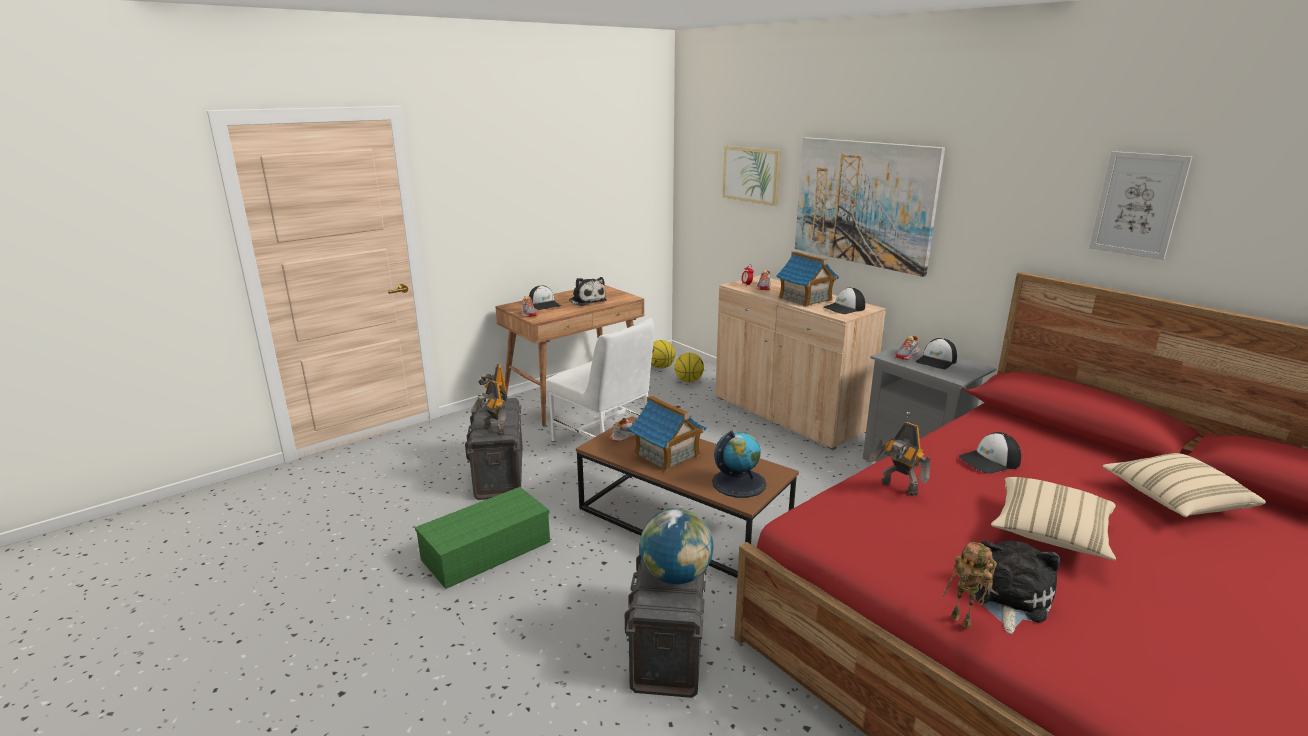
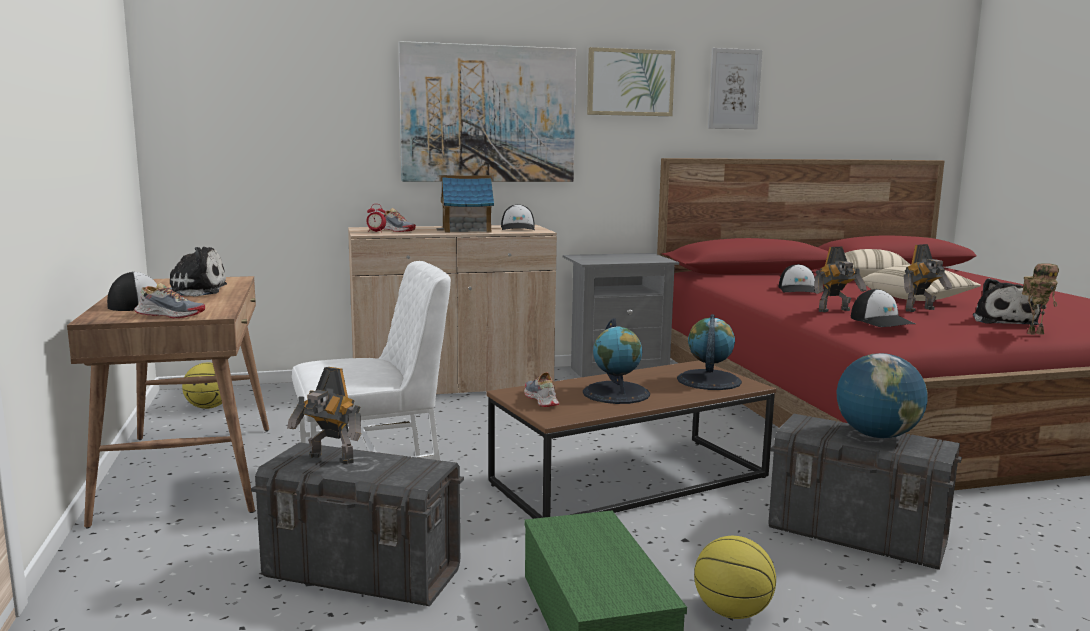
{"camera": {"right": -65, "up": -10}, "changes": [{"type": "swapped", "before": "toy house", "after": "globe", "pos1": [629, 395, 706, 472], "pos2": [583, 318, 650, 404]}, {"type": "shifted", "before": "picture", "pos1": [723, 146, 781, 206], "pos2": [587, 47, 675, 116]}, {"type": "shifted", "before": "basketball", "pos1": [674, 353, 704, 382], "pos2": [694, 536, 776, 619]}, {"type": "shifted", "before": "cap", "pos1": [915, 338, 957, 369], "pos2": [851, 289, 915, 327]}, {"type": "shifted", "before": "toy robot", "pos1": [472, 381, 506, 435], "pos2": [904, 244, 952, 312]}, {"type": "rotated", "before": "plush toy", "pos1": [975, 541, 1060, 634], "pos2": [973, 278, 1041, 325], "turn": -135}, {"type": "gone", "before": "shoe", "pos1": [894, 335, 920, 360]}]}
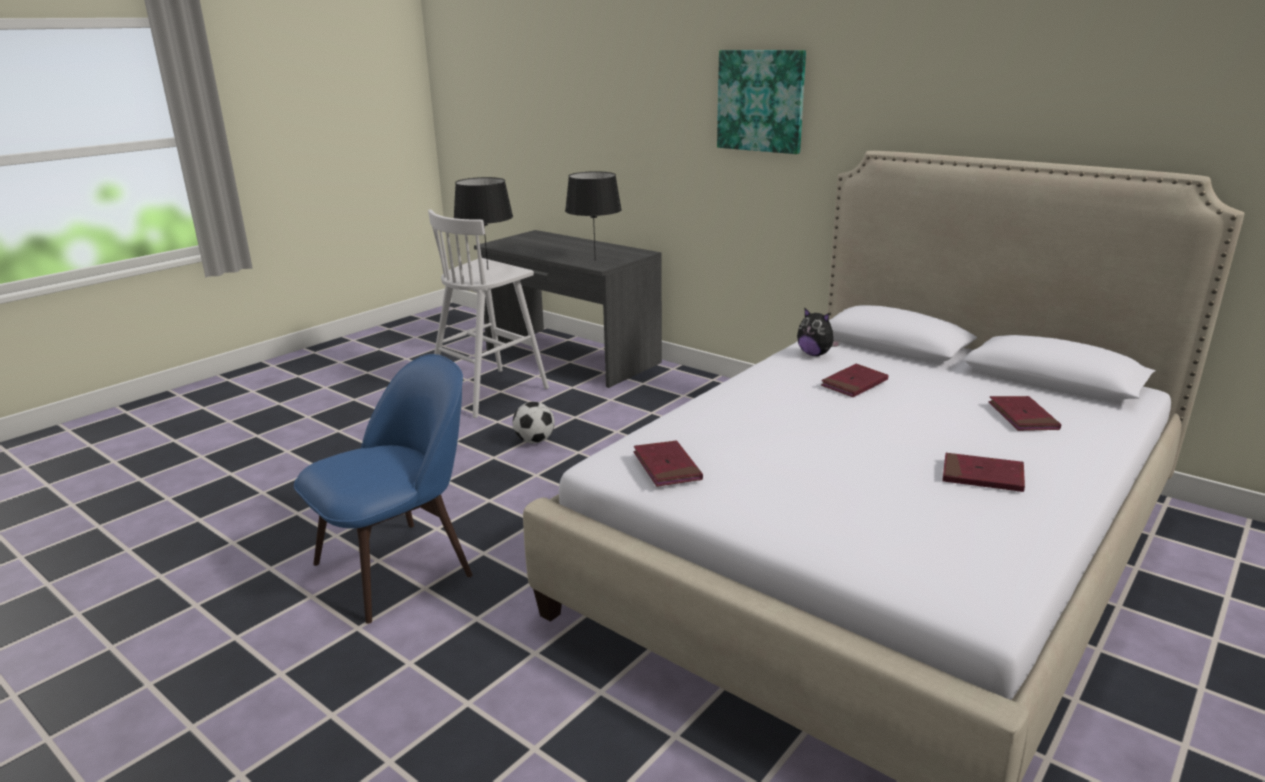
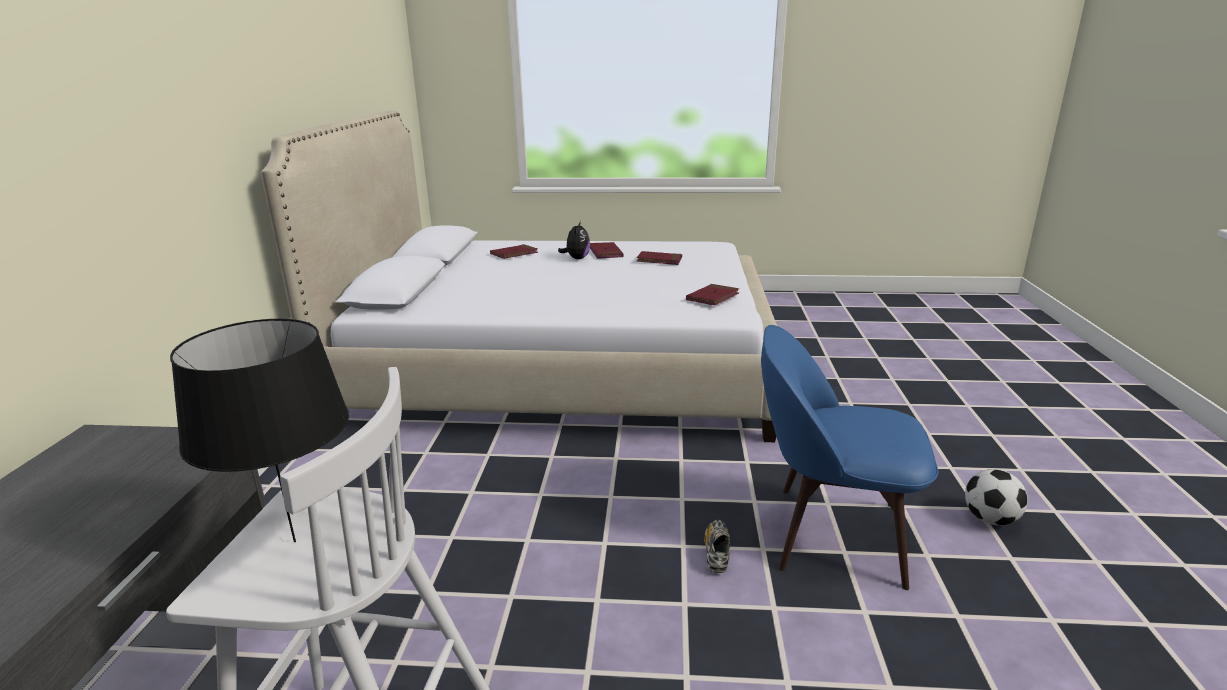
{"camera": {"right": -125, "up": 0}, "changes": [{"type": "shifted", "before": "plush toy", "pos1": [797, 308, 840, 356], "pos2": [558, 221, 590, 259]}, {"type": "shifted", "before": "book (red)", "pos1": [821, 364, 888, 397], "pos2": [637, 251, 682, 265]}, {"type": "new", "after": "shoe", "pos2": [704, 520, 730, 573]}, {"type": "shifted", "before": "football", "pos1": [513, 402, 555, 443], "pos2": [965, 469, 1028, 525]}, {"type": "gone", "before": "table lamp (black)", "pos1": [565, 171, 622, 261]}, {"type": "gone", "before": "picture", "pos1": [717, 50, 806, 154]}]}
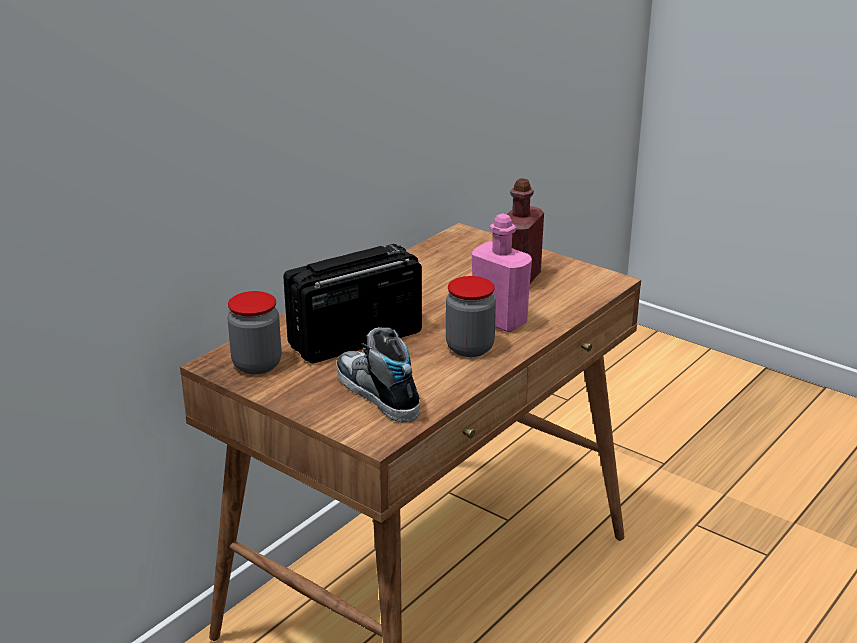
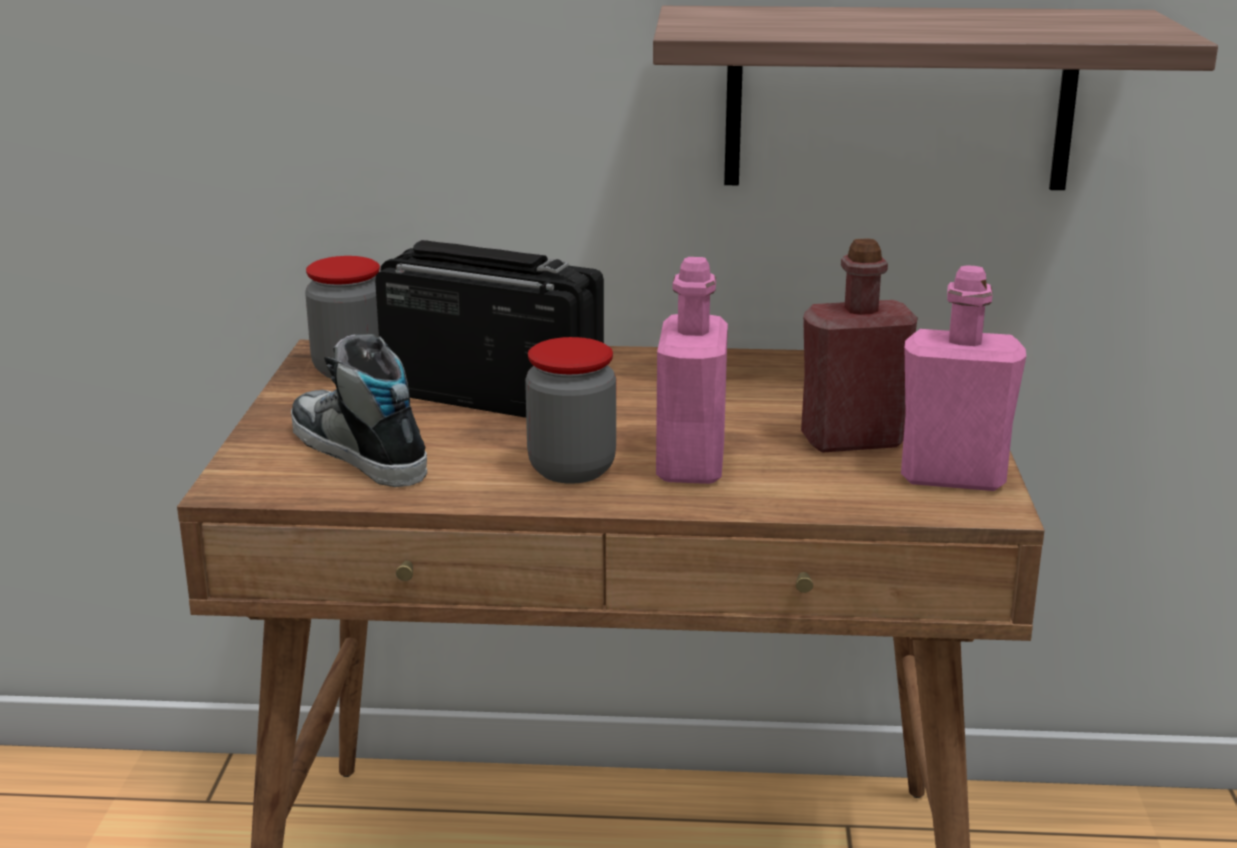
{"camera": {"right": 55, "up": -5}, "changes": [{"type": "rotated", "before": "shoe", "pos1": [336, 327, 420, 422], "pos2": [291, 334, 427, 487], "turn": -60}, {"type": "new", "after": "shelf", "pos2": [653, 6, 1218, 190]}, {"type": "new", "after": "bottle (pink)", "pos2": [901, 265, 1026, 491]}]}
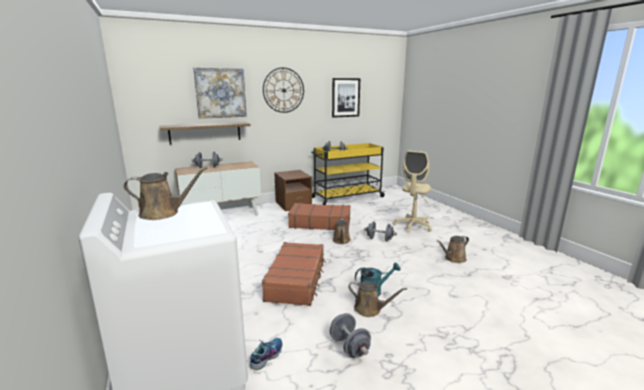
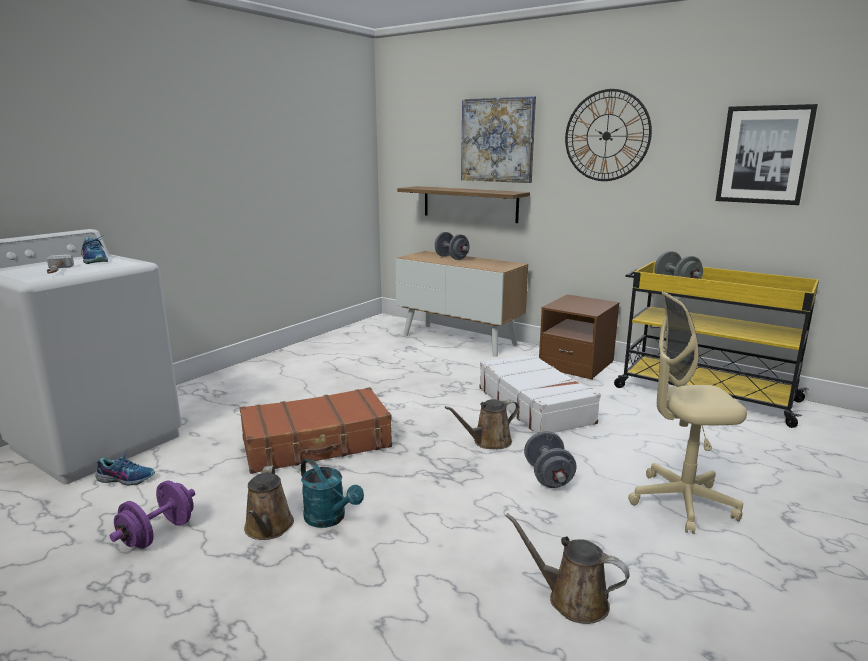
{"camera": {"right": 60, "up": 0}, "changes": [{"type": "new", "after": "hammer", "pos2": [47, 254, 74, 274]}, {"type": "swapped", "before": "watering can (brown)", "after": "shoe", "pos1": [124, 167, 207, 220], "pos2": [81, 236, 108, 264]}, {"type": "repainted", "before": "dumbbell (grey)", "after": "dumbbell (purple)", "pos1": [330, 313, 371, 358], "pos2": [110, 481, 195, 549]}, {"type": "repainted", "before": "suitcase (brown)", "after": "suitcase (white)", "pos1": [288, 203, 350, 230], "pos2": [480, 353, 601, 433]}]}
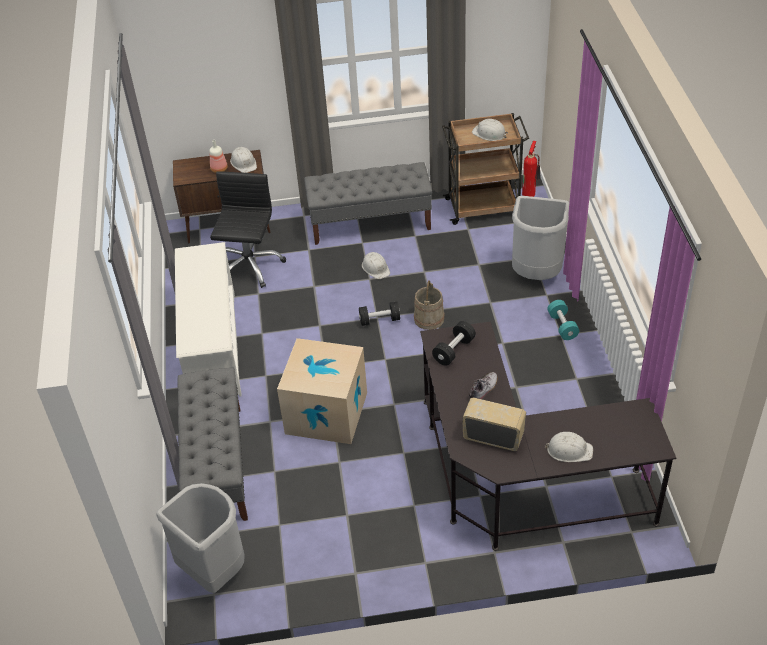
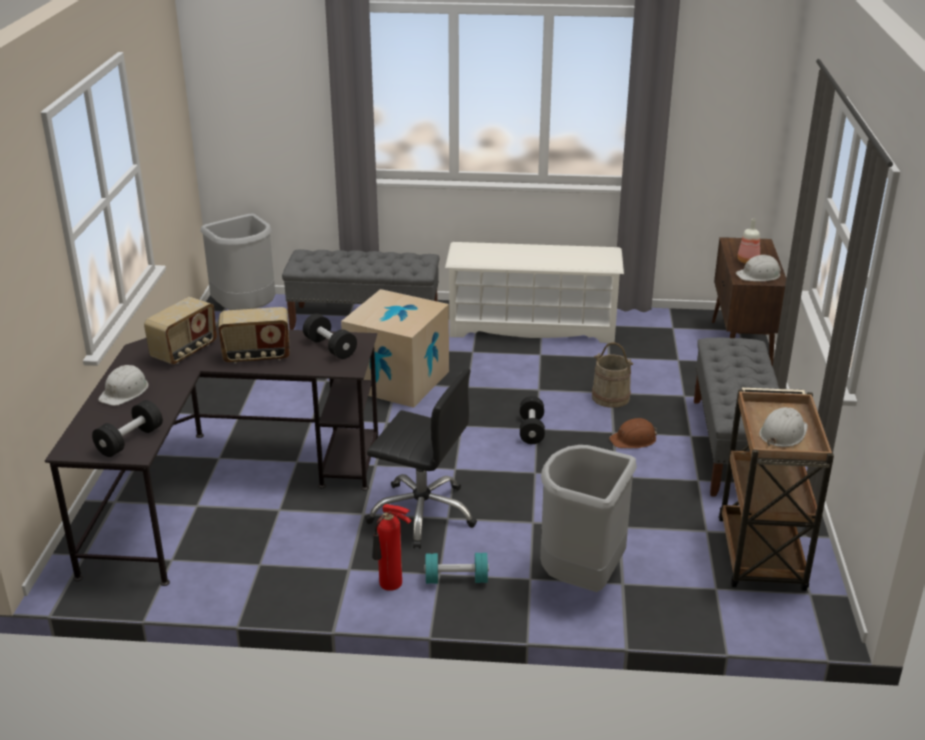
{"camera": {"right": 100, "up": -15}, "changes": [{"type": "new", "after": "dumbbell (black)", "pos2": [92, 400, 163, 457]}, {"type": "swapped", "before": "shoe", "after": "radio", "pos1": [469, 372, 498, 399], "pos2": [218, 307, 290, 364]}, {"type": "shifted", "before": "office chair (black)", "pos1": [210, 171, 286, 288], "pos2": [365, 368, 477, 549]}, {"type": "shifted", "before": "fire extinguisher", "pos1": [522, 141, 541, 197], "pos2": [372, 504, 412, 591]}, {"type": "shifted", "before": "bucket (beige)", "pos1": [414, 280, 445, 330], "pos2": [592, 342, 634, 408]}, {"type": "repainted", "before": "hard hat (white)", "after": "hard hat (brown)", "pos1": [362, 252, 390, 279], "pos2": [609, 418, 657, 448]}]}
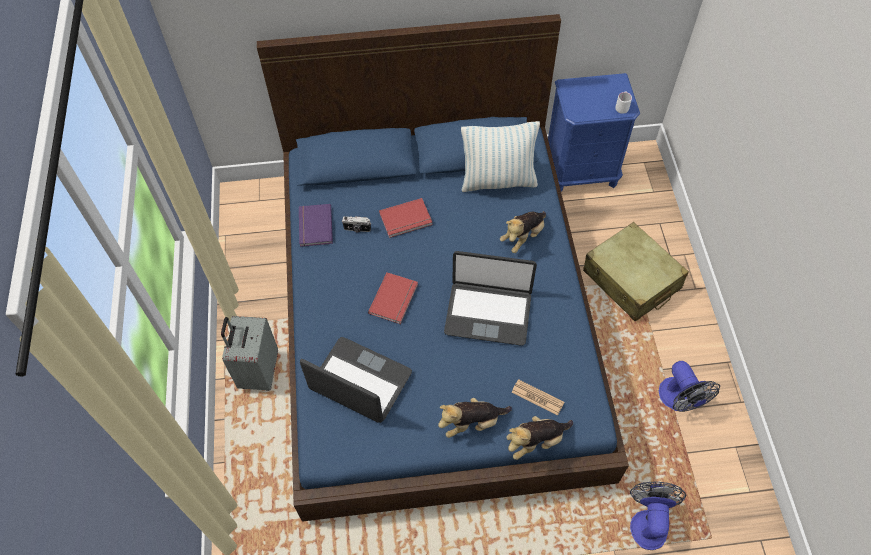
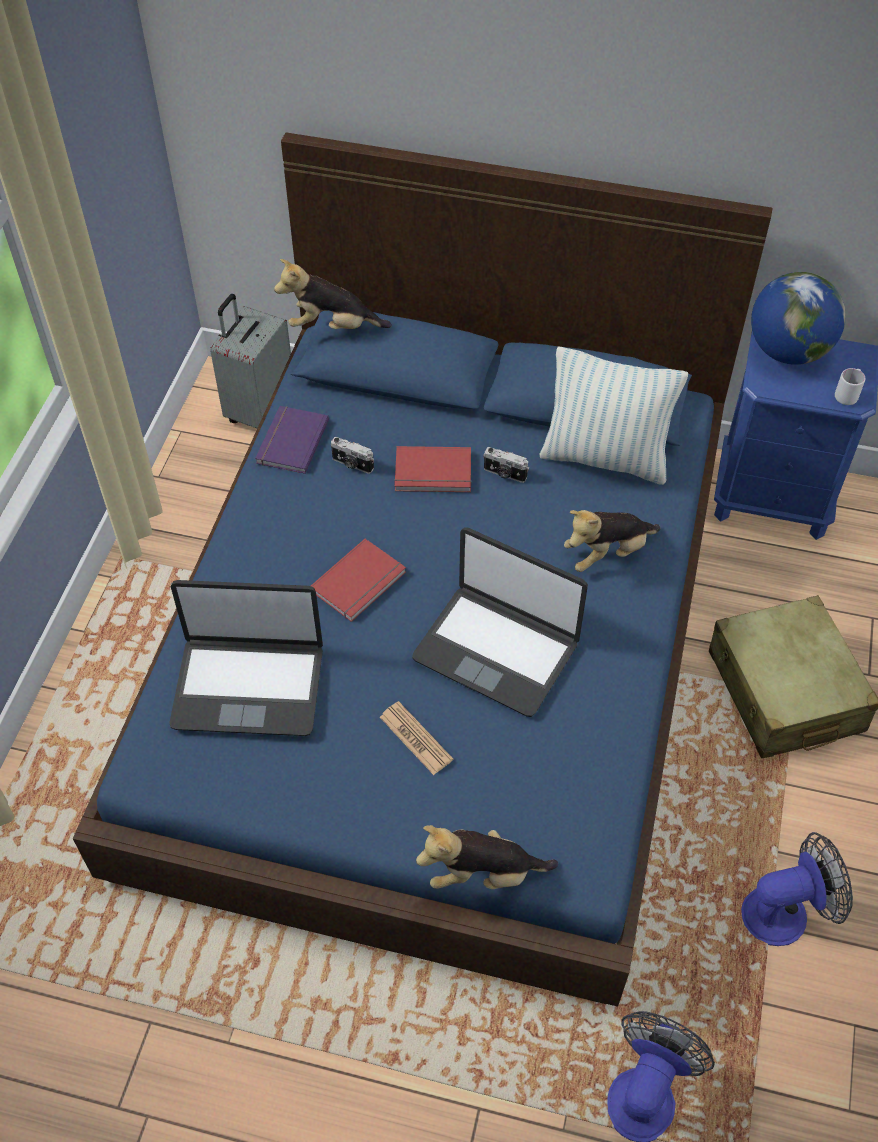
{"camera": {"right": 20, "up": -5}, "changes": [{"type": "rotated", "before": "laptop", "pos1": [300, 337, 412, 423], "pos2": [169, 580, 323, 736], "turn": 135}, {"type": "shifted", "before": "suitcase (grey)", "pos1": [221, 316, 278, 391], "pos2": [210, 294, 291, 428]}, {"type": "shifted", "before": "plush toy", "pos1": [438, 398, 512, 438], "pos2": [274, 259, 392, 329]}, {"type": "shifted", "before": "newspaper", "pos1": [512, 379, 564, 415], "pos2": [380, 701, 453, 775]}, {"type": "new", "after": "photo camera", "pos2": [483, 447, 529, 483]}, {"type": "rotated", "before": "fan", "pos1": [659, 361, 720, 412], "pos2": [741, 832, 853, 946], "turn": -105}, {"type": "new", "after": "globe", "pos2": [751, 272, 846, 365]}]}
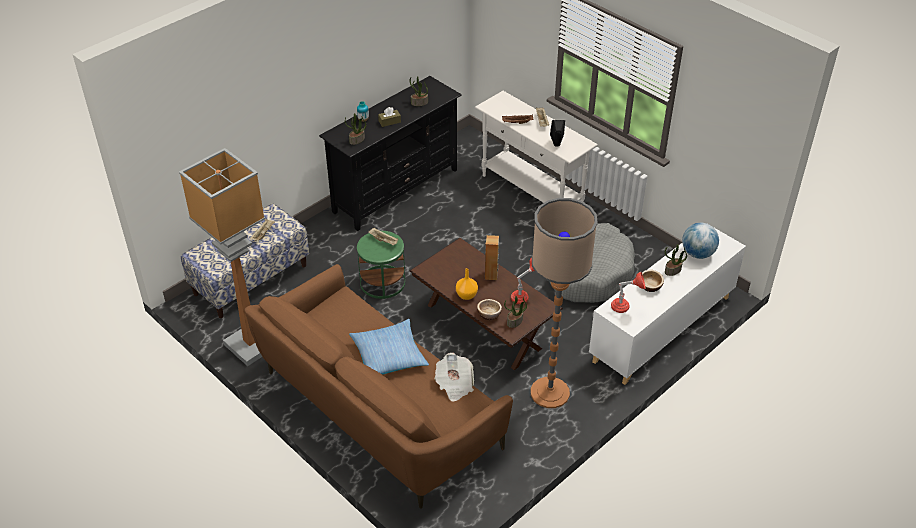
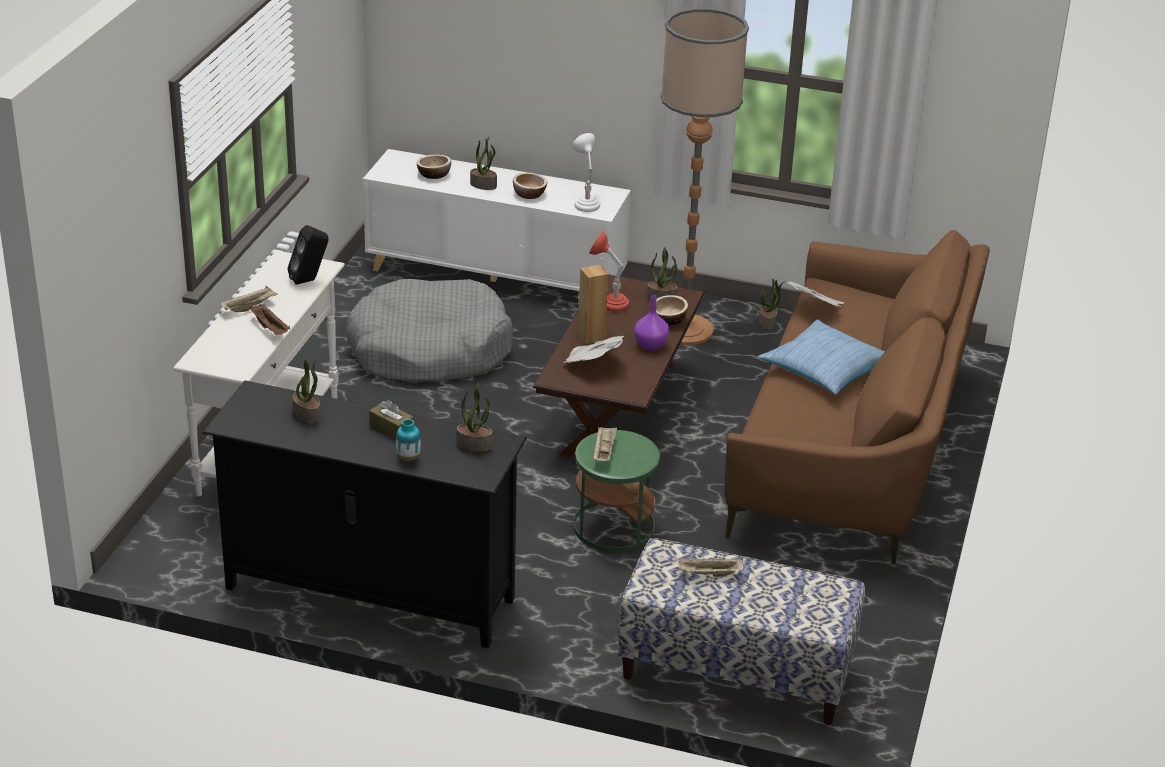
{"camera": {"right": -120, "up": -10}, "changes": [{"type": "swapped", "before": "globe", "after": "bowl", "pos1": [682, 223, 719, 259], "pos2": [417, 154, 451, 179]}, {"type": "new", "after": "newspaper", "pos2": [563, 336, 624, 363]}, {"type": "repainted", "before": "table lamp (red)", "after": "table lamp (white)", "pos1": [611, 271, 645, 313], "pos2": [572, 133, 600, 212]}, {"type": "repainted", "before": "vase (orange)", "after": "vase (purple)", "pos1": [456, 268, 478, 300], "pos2": [634, 295, 670, 351]}, {"type": "new", "after": "potted plant", "pos2": [759, 278, 785, 330]}, {"type": "gone", "before": "floor lamp", "pos1": [179, 148, 265, 366]}]}
